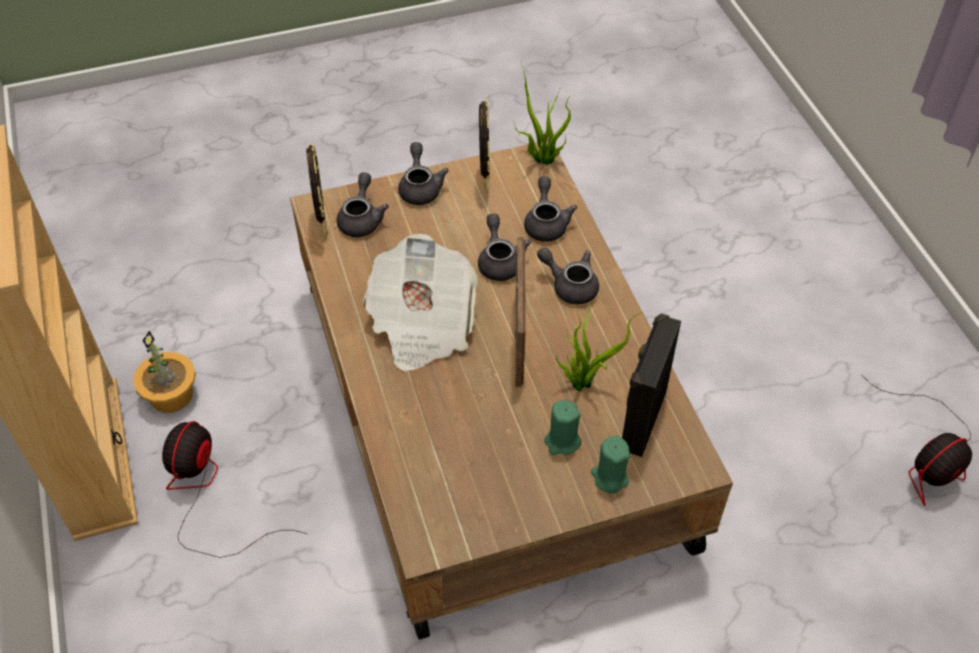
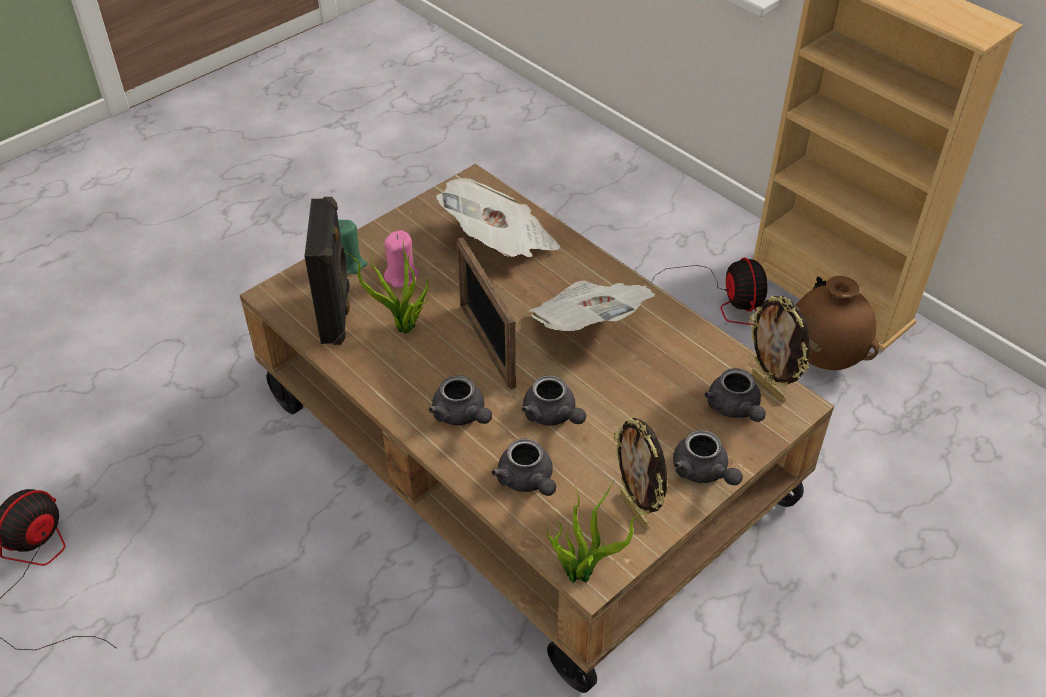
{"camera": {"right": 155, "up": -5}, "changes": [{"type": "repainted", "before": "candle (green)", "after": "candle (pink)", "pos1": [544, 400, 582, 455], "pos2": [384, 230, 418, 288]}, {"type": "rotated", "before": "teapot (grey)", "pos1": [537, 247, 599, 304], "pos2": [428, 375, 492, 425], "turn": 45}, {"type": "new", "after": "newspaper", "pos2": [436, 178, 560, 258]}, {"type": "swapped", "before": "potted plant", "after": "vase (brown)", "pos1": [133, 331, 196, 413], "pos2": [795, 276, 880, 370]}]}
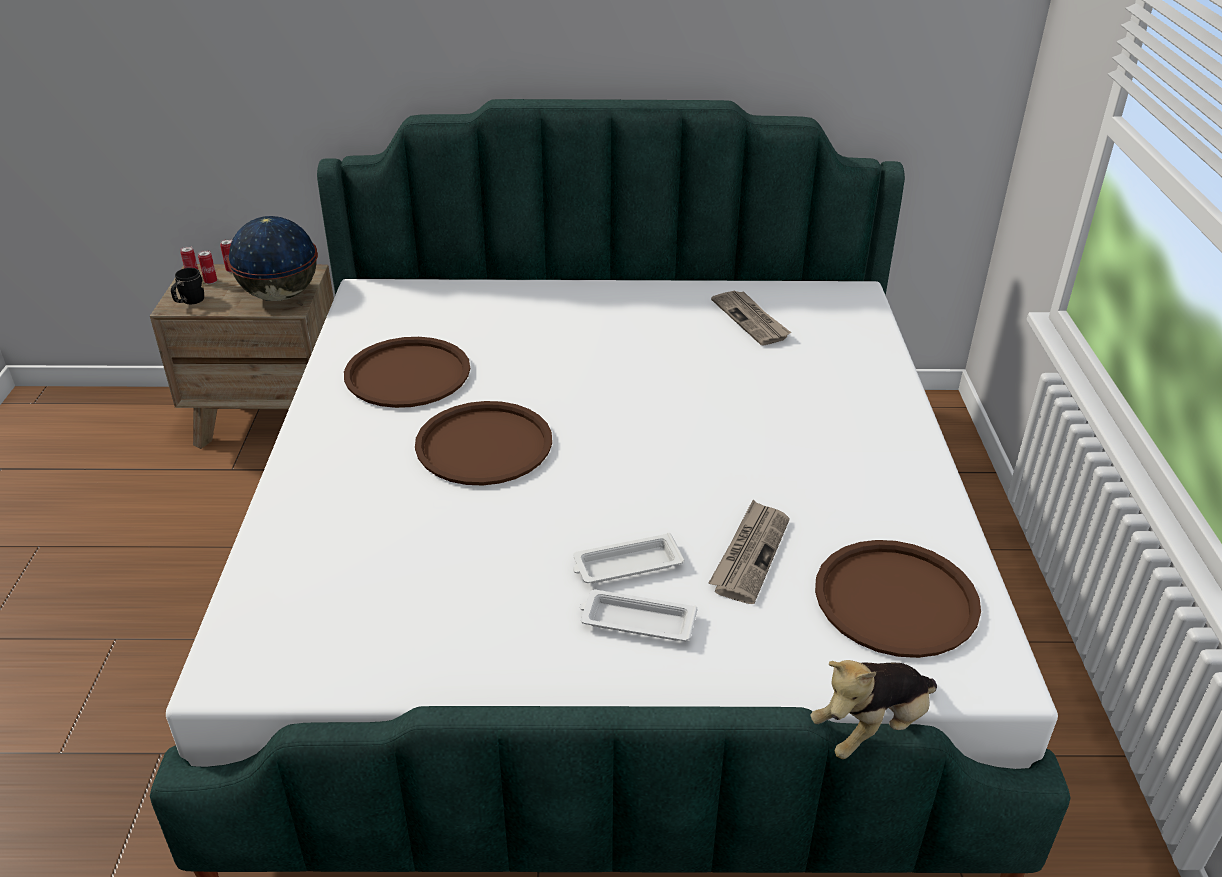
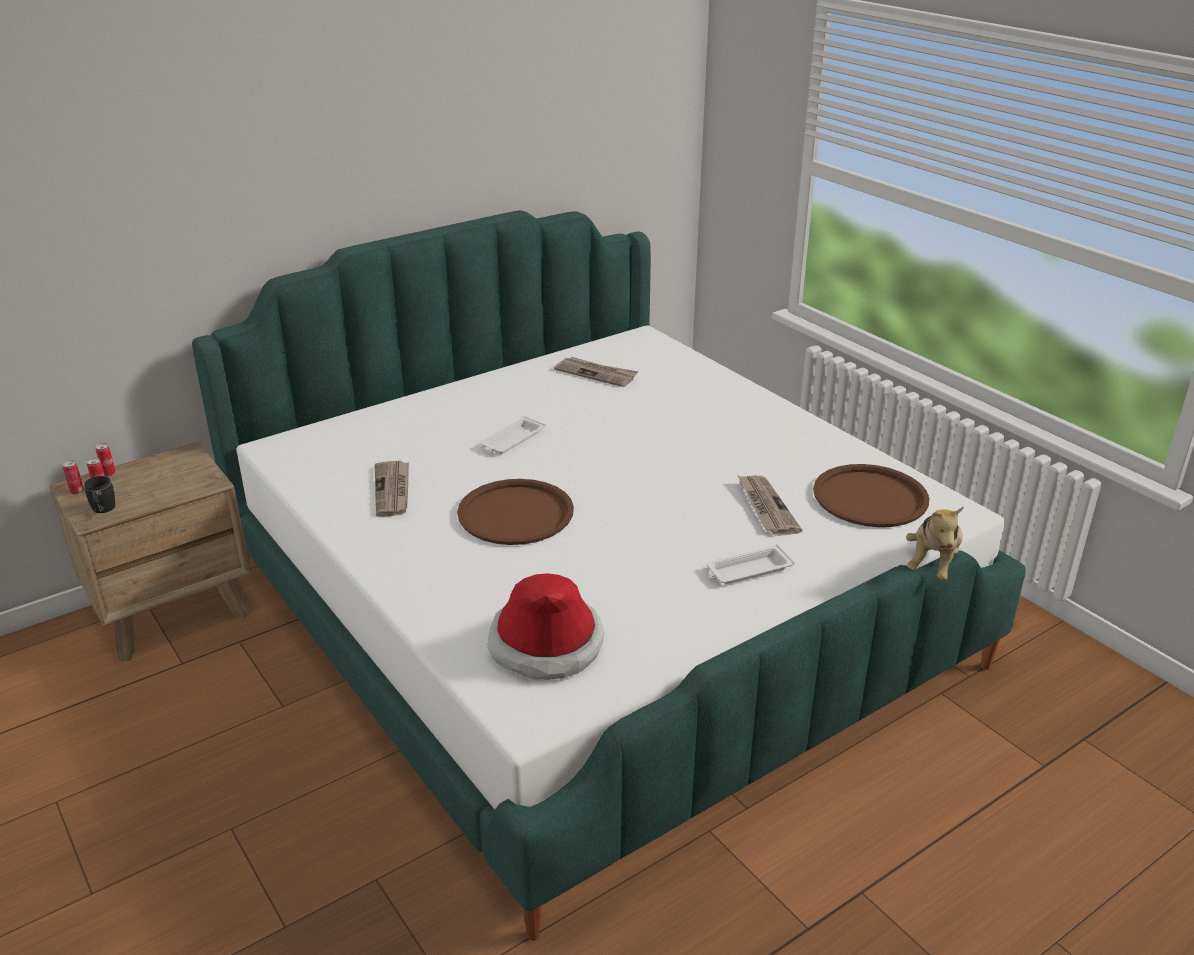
{"camera": {"right": -35, "up": -5}, "changes": [{"type": "swapped", "before": "tray (brown)", "after": "newspaper", "pos1": [344, 337, 470, 408], "pos2": [375, 461, 409, 517]}, {"type": "shifted", "before": "tray (white)", "pos1": [573, 533, 684, 583], "pos2": [480, 416, 546, 454]}, {"type": "new", "after": "hat", "pos2": [488, 573, 604, 680]}, {"type": "gone", "before": "globe", "pos1": [227, 216, 318, 301]}]}
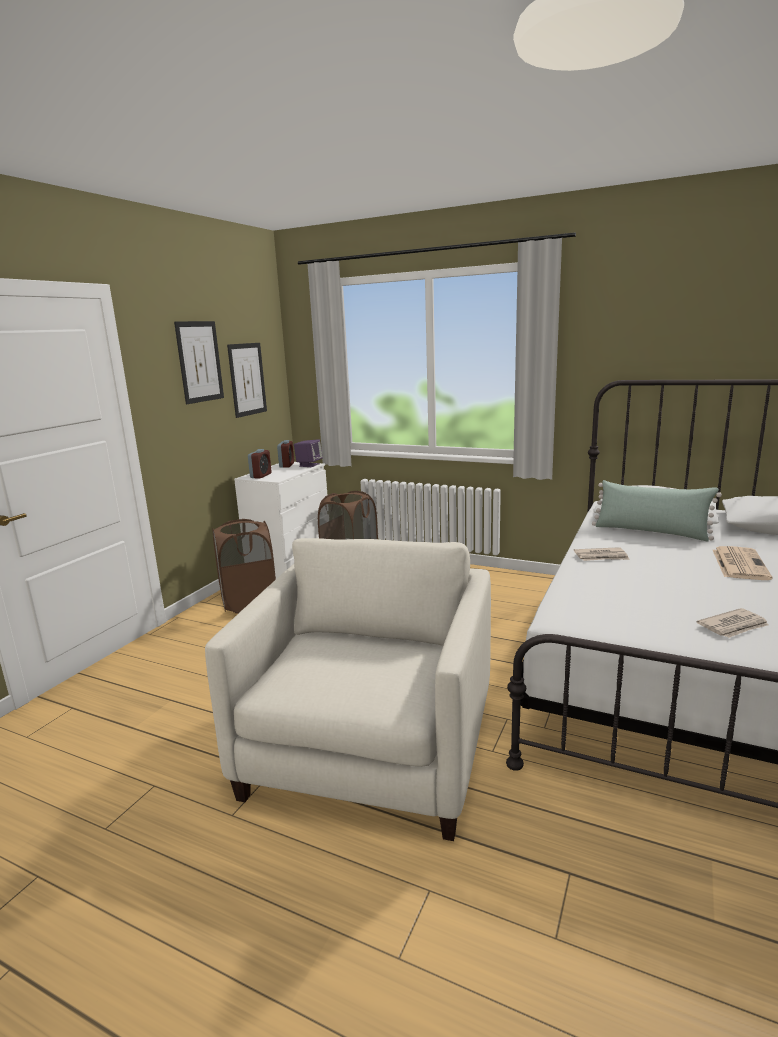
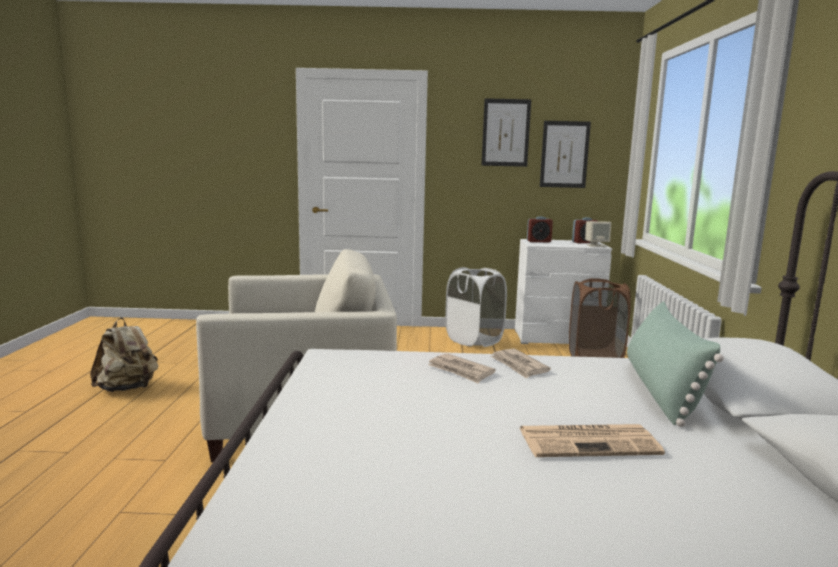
{"camera": {"right": 65, "up": -5}, "changes": [{"type": "new", "after": "backpack (beige)", "pos2": [90, 318, 159, 392]}, {"type": "shifted", "before": "newspaper", "pos1": [697, 608, 769, 638], "pos2": [428, 353, 496, 383]}, {"type": "repainted", "before": "laundry basket (brown)", "after": "laundry basket (white)", "pos1": [212, 519, 276, 614], "pos2": [445, 267, 507, 347]}, {"type": "repainted", "before": "speaker (purple)", "after": "speaker (beige)", "pos1": [294, 439, 323, 467], "pos2": [585, 221, 611, 247]}]}
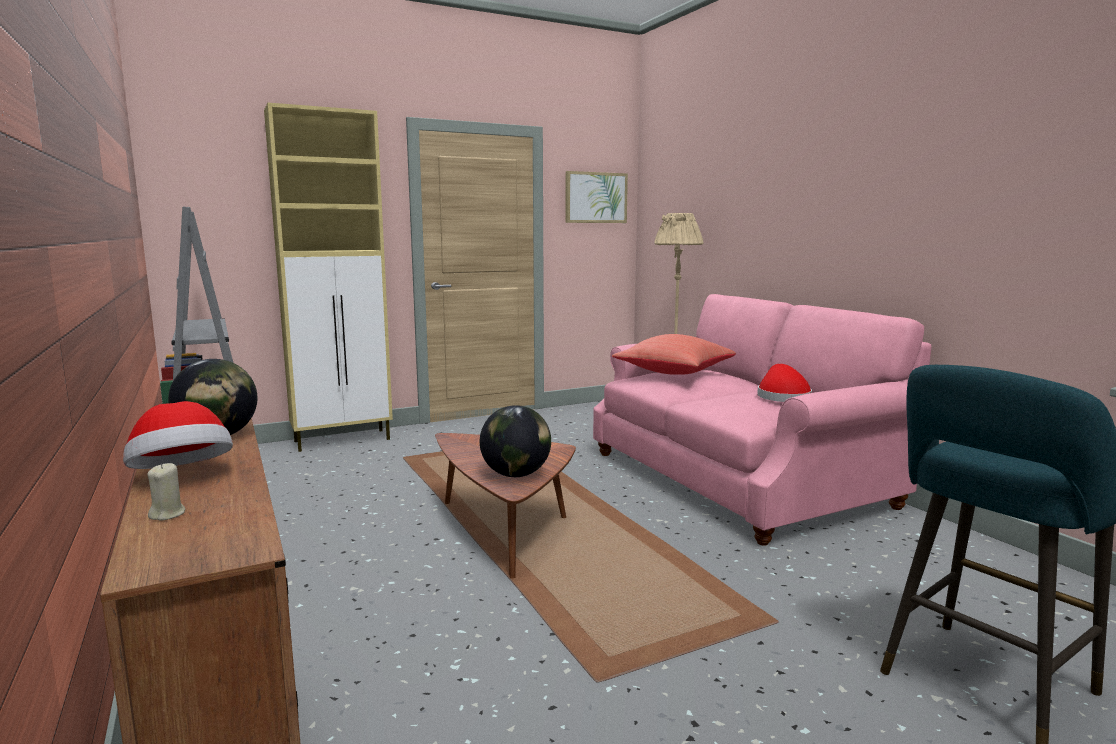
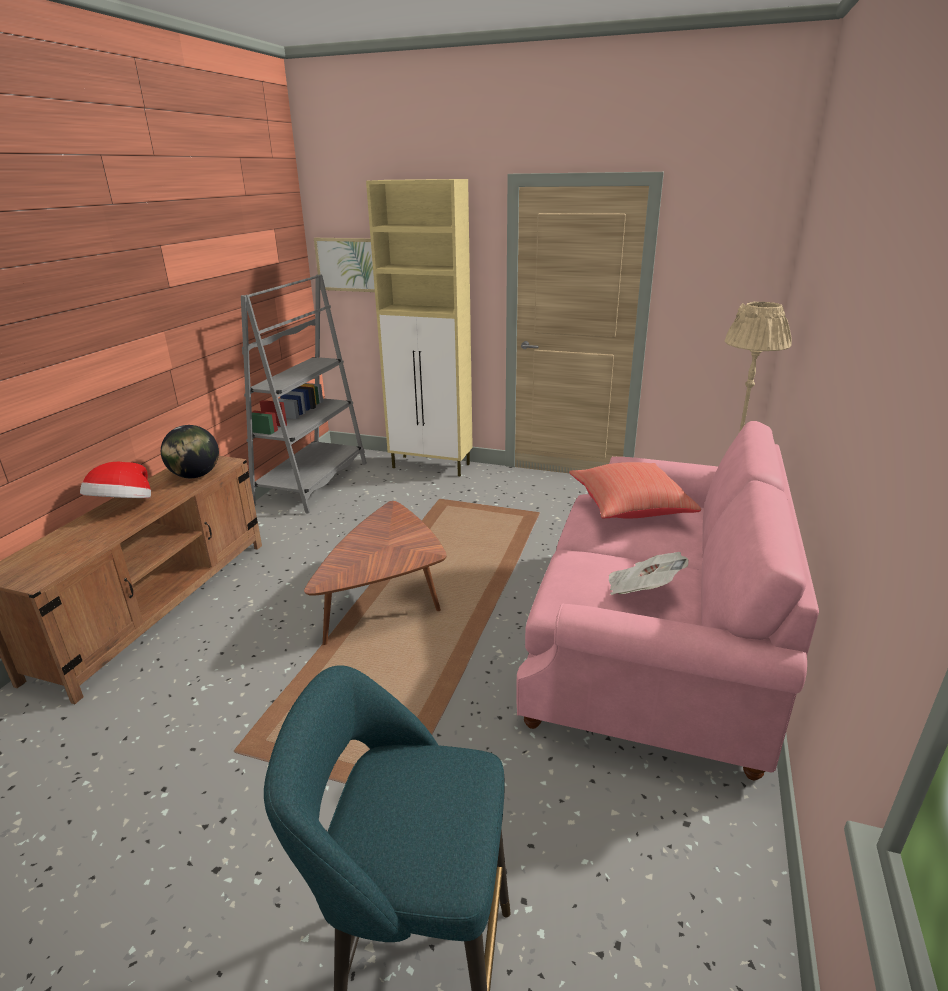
{"camera": {"right": 45, "up": 15}, "changes": [{"type": "shifted", "before": "picture", "pos1": [566, 171, 628, 223], "pos2": [314, 238, 375, 292]}, {"type": "swapped", "before": "hat (red)", "after": "newspaper", "pos1": [757, 364, 812, 402], "pos2": [609, 552, 689, 595]}, {"type": "gone", "before": "candle (beige)", "pos1": [147, 463, 186, 521]}, {"type": "gone", "before": "globe", "pos1": [480, 405, 551, 477]}]}
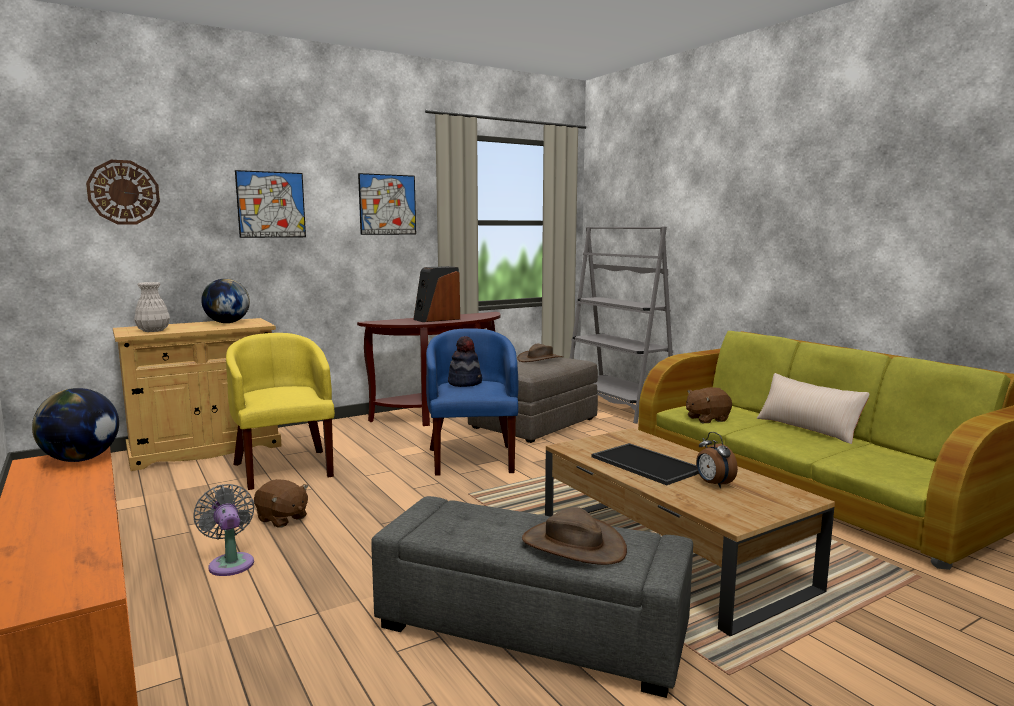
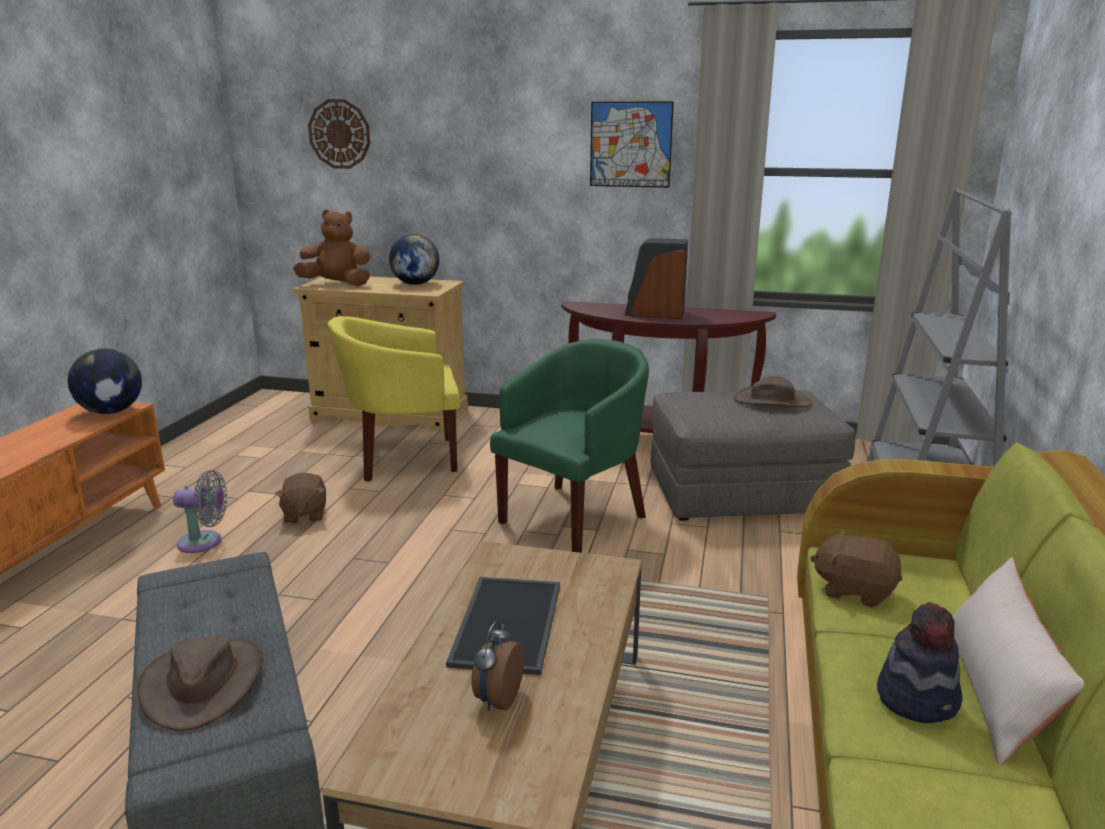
{"camera": {"right": 45, "up": 10}, "changes": [{"type": "rotated", "before": "fan (grey)", "pos1": [194, 484, 254, 576], "pos2": [173, 470, 227, 553], "turn": 75}, {"type": "swapped", "before": "vase (white)", "after": "plush toy (brown)", "pos1": [134, 282, 170, 332], "pos2": [293, 209, 370, 286]}, {"type": "rotated", "before": "armchair (yellow)", "pos1": [226, 333, 335, 490], "pos2": [327, 316, 460, 482], "turn": -120}, {"type": "repainted", "before": "armchair (blue)", "after": "armchair (green)", "pos1": [426, 328, 519, 476], "pos2": [490, 339, 649, 553]}, {"type": "shifted", "before": "hat", "pos1": [448, 336, 482, 387], "pos2": [877, 602, 962, 723]}, {"type": "gone", "before": "picture", "pos1": [235, 170, 306, 238]}]}
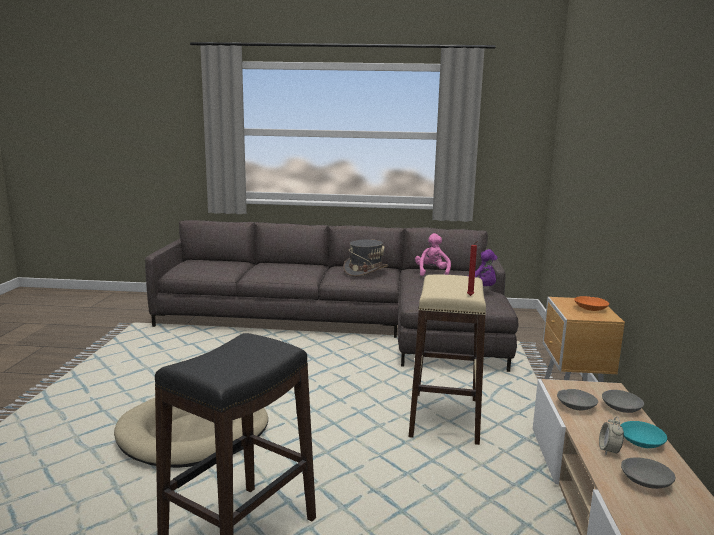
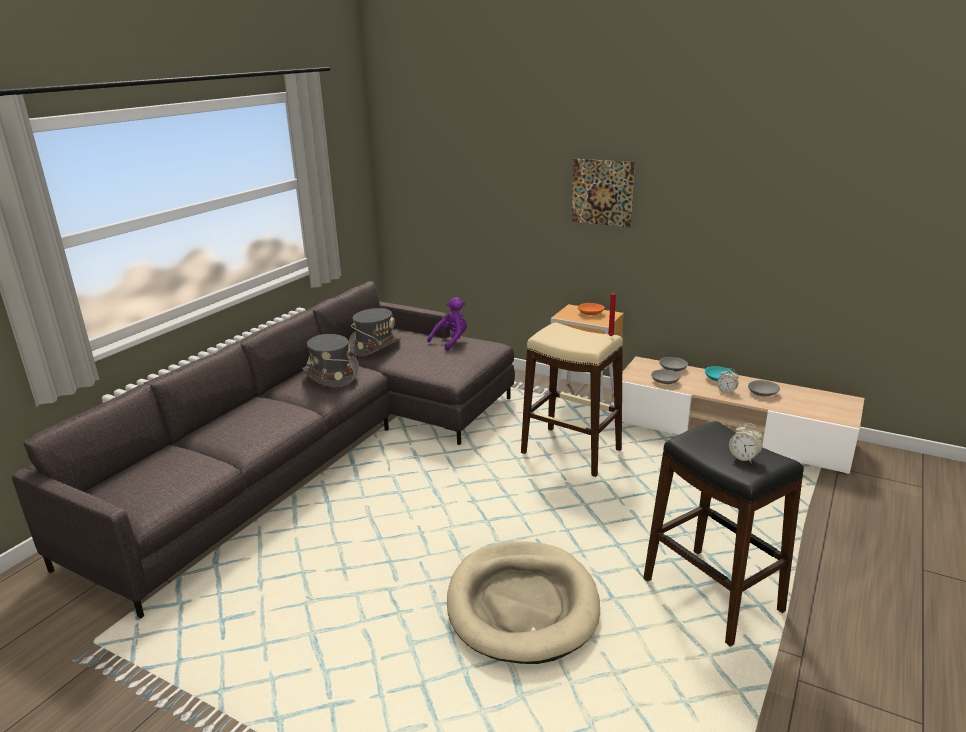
{"camera": {"right": -65, "up": 10}, "changes": [{"type": "swapped", "before": "plush toy (pink)", "after": "hat (grey)", "pos1": [415, 233, 451, 276], "pos2": [348, 308, 401, 356]}, {"type": "new", "after": "picture", "pos2": [572, 159, 635, 227]}, {"type": "new", "after": "alarm clock", "pos2": [729, 423, 763, 463]}]}
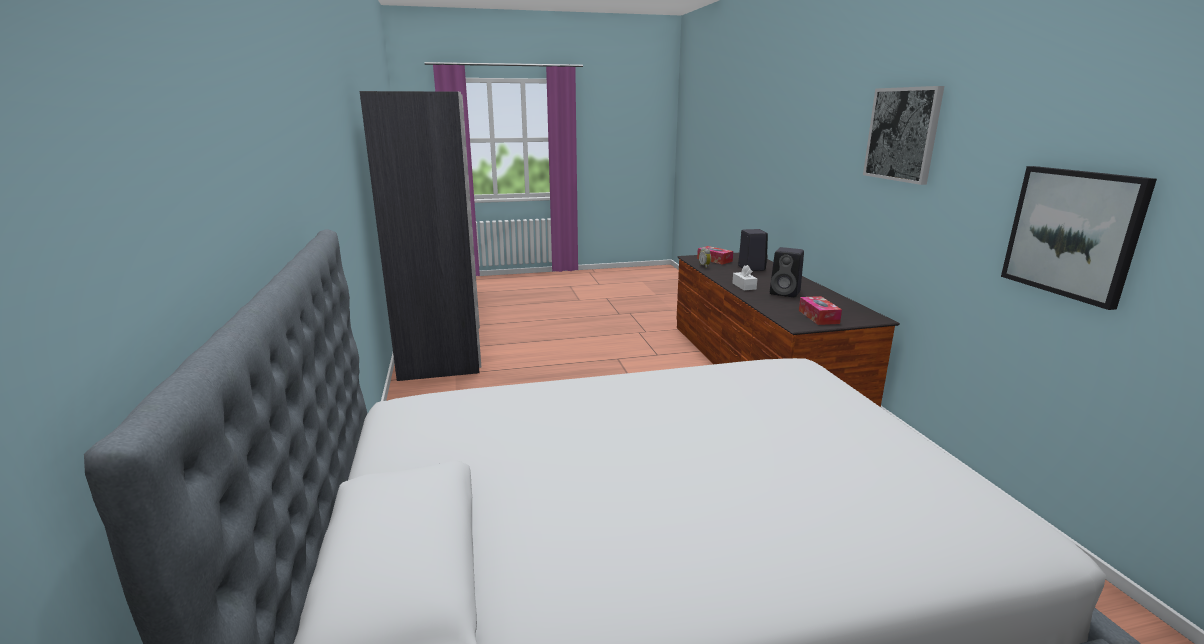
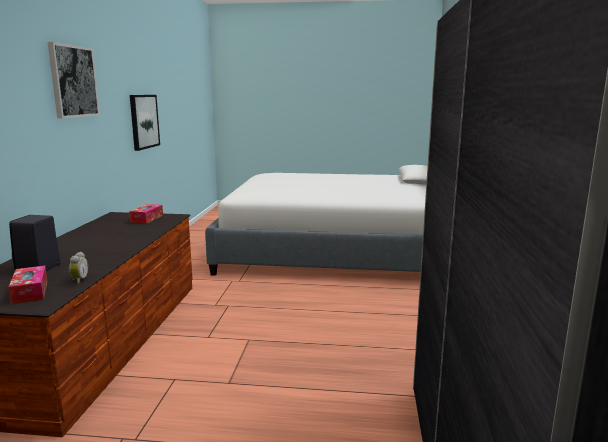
{"camera": {"right": -160, "up": -5}, "changes": [{"type": "gone", "before": "tissue box (white)", "pos1": [732, 265, 757, 290]}, {"type": "gone", "before": "speaker (black)", "pos1": [770, 247, 804, 297]}]}
